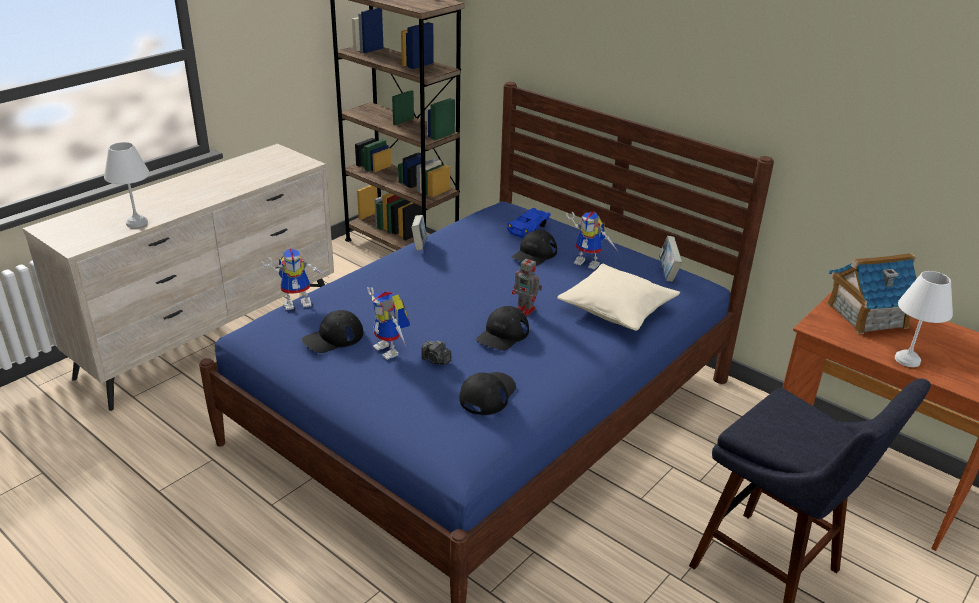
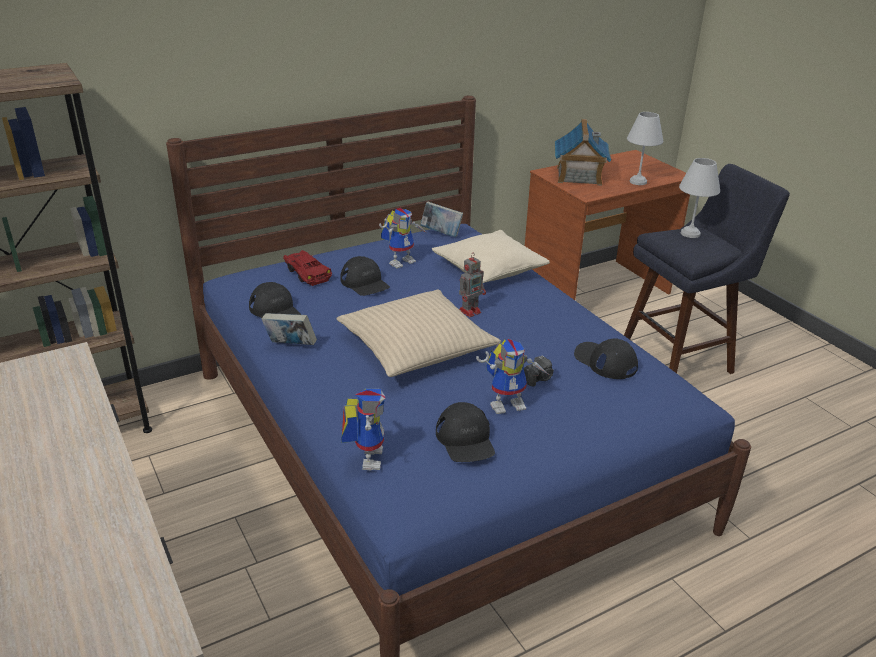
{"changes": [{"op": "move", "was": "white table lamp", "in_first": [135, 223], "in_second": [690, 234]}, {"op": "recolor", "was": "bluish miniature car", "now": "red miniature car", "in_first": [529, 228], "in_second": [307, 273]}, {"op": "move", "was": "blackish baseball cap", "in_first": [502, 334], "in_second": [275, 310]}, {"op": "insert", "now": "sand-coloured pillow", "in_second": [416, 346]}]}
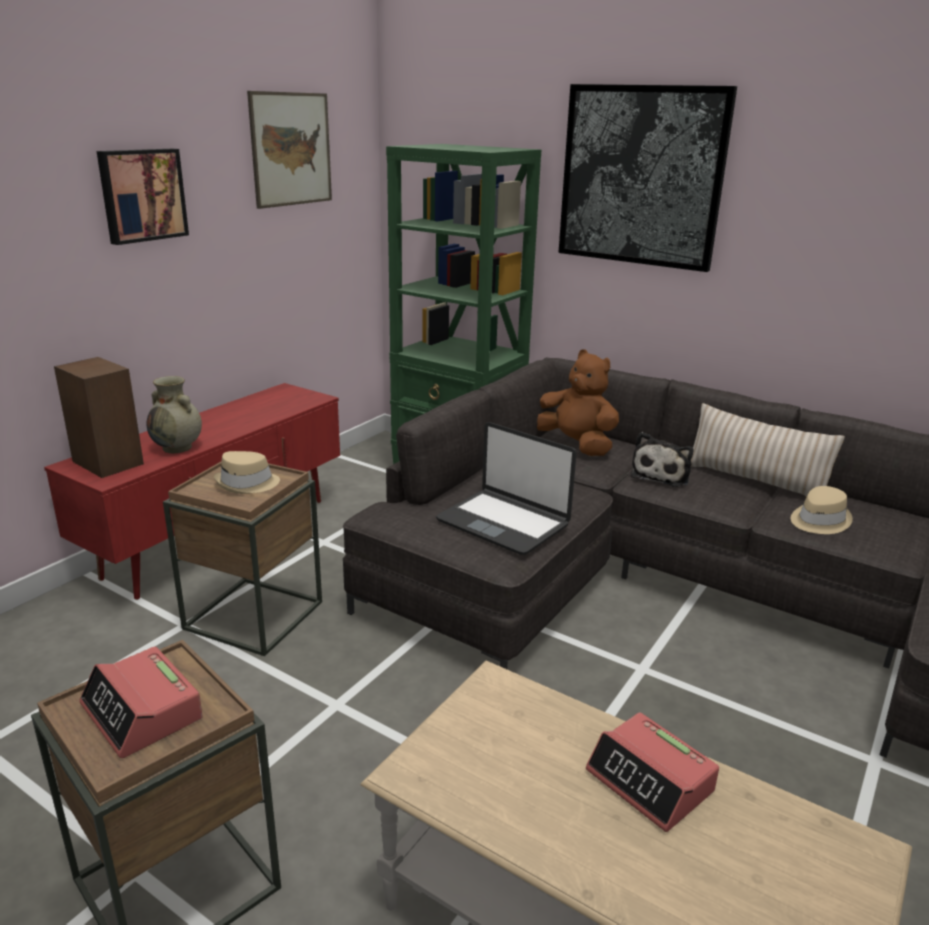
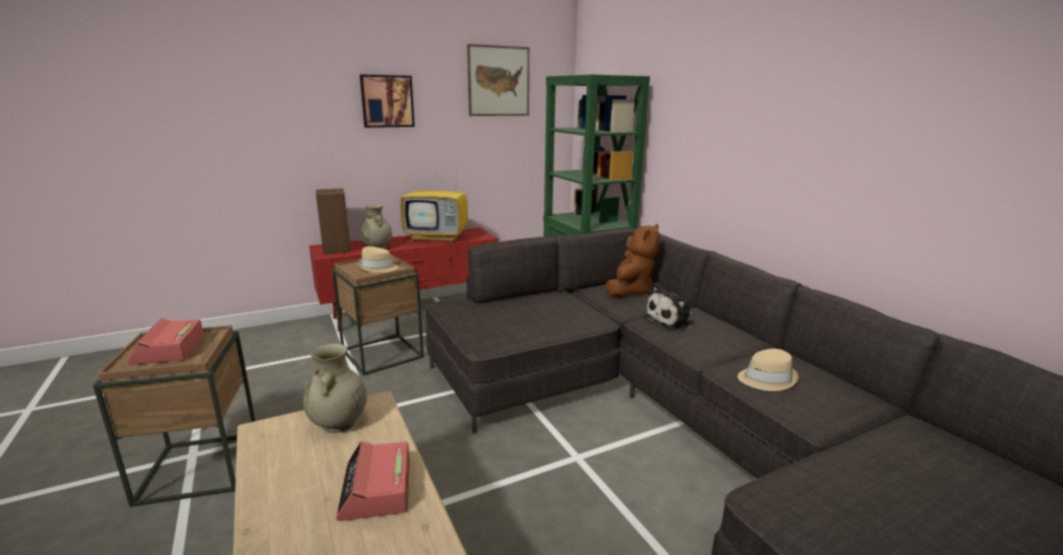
{"changes": [{"op": "delete", "was": "wall art", "in_first": [641, 176]}, {"op": "rotate", "was": "brown soft toy", "in_first": [574, 445], "in_second": [629, 291], "clockwise": 45}, {"op": "delete", "was": "sand-coloured pillow", "in_first": [755, 480]}, {"op": "delete", "was": "portable computer", "in_first": [504, 522]}, {"op": "insert", "now": "TV set", "in_second": [438, 238]}, {"op": "insert", "now": "sand-coloured decorative vase", "in_second": [338, 424]}]}
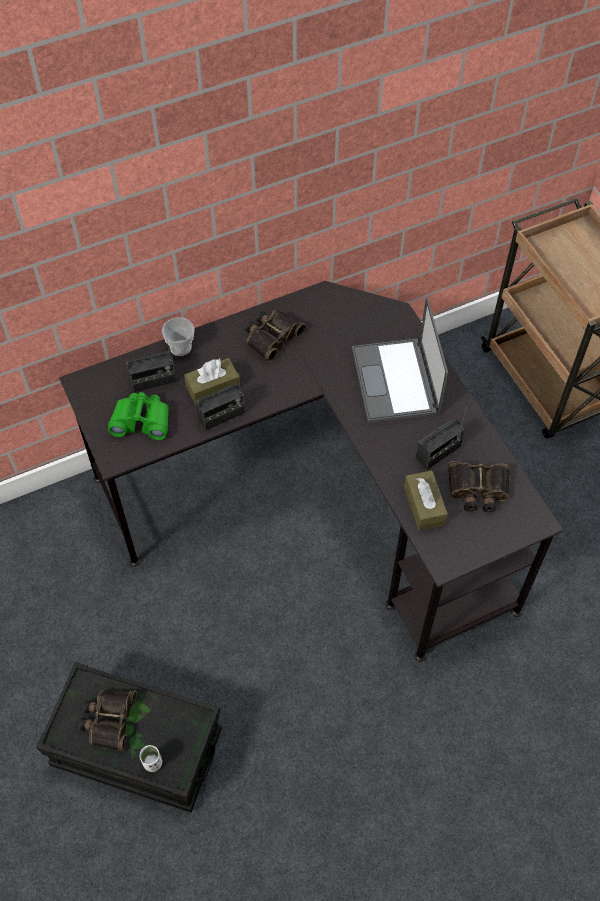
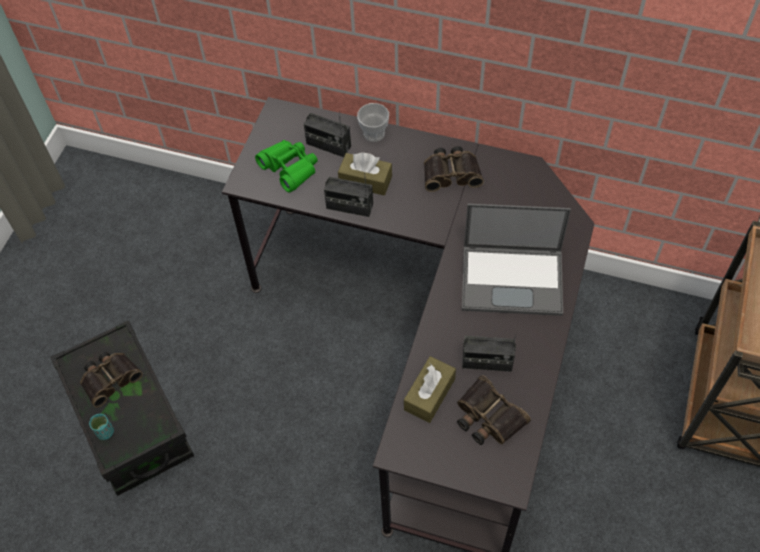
{"changes": [{"op": "rotate", "was": "portable computer", "in_first": [396, 382], "in_second": [513, 279], "clockwise": -120}, {"op": "recolor", "was": "white cup", "now": "turquoise cup", "in_first": [152, 762], "in_second": [105, 432]}]}
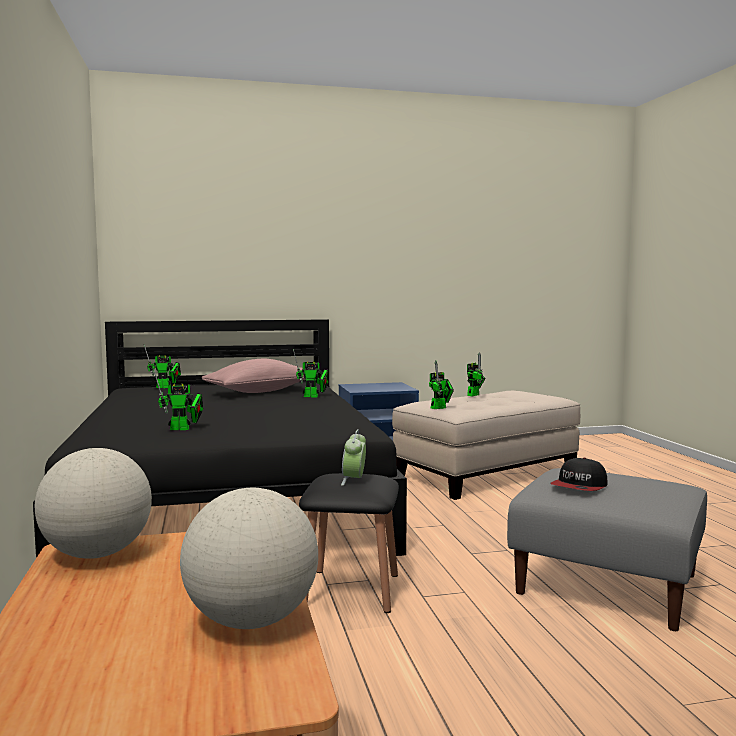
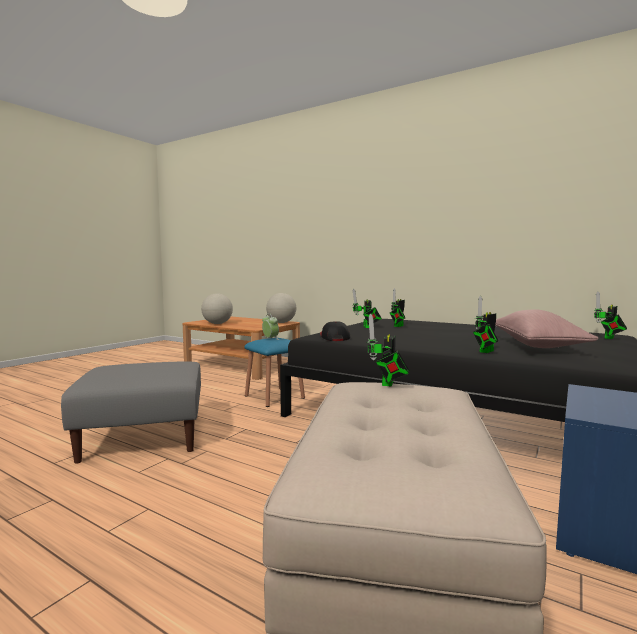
{"changes": [{"op": "move", "was": "robot figure", "in_first": [474, 395], "in_second": [367, 327]}, {"op": "move", "was": "baseball cap", "in_first": [580, 487], "in_second": [334, 337]}, {"op": "recolor", "was": "blackish stool seat", "now": "bluish stool seat", "in_first": [351, 590], "in_second": [274, 397]}]}
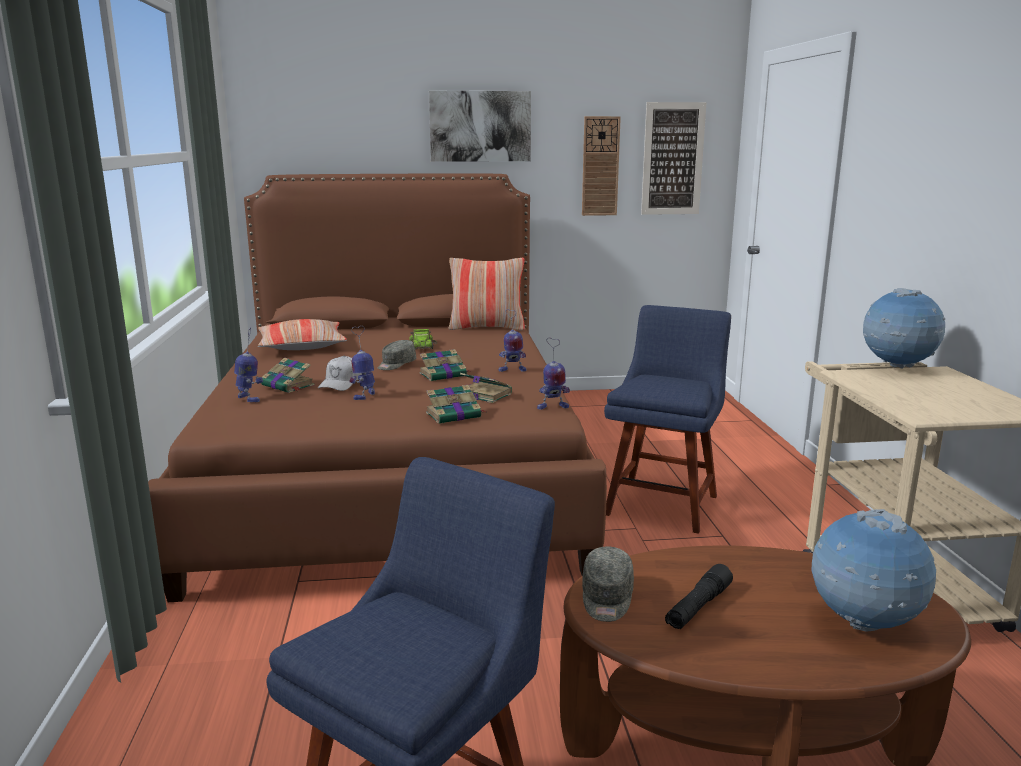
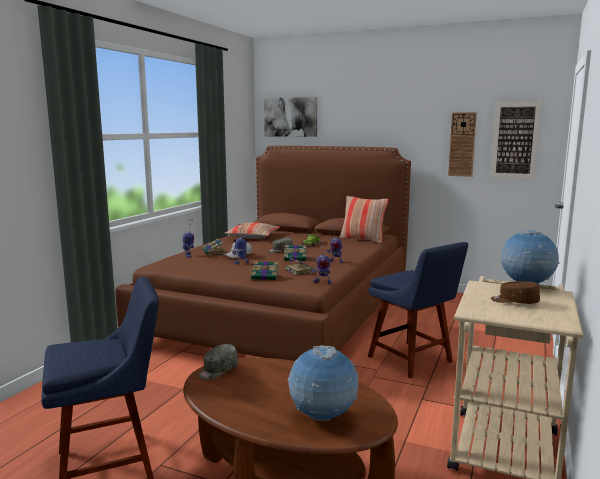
{"changes": [{"op": "move", "was": "wall art", "in_first": [480, 126], "in_second": [290, 117]}, {"op": "rotate", "was": "bluish upright chair", "in_first": [663, 502], "in_second": [413, 361], "clockwise": 90}, {"op": "delete", "was": "blackish hand torch", "in_first": [698, 607]}, {"op": "insert", "now": "brown baseball cap", "in_second": [514, 302]}]}
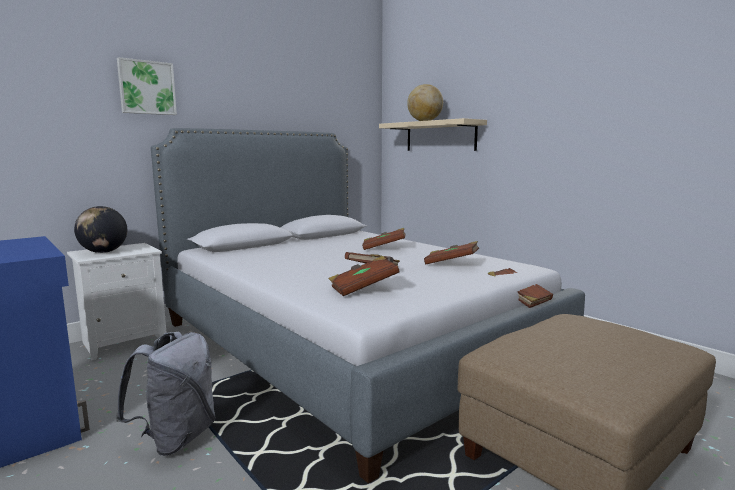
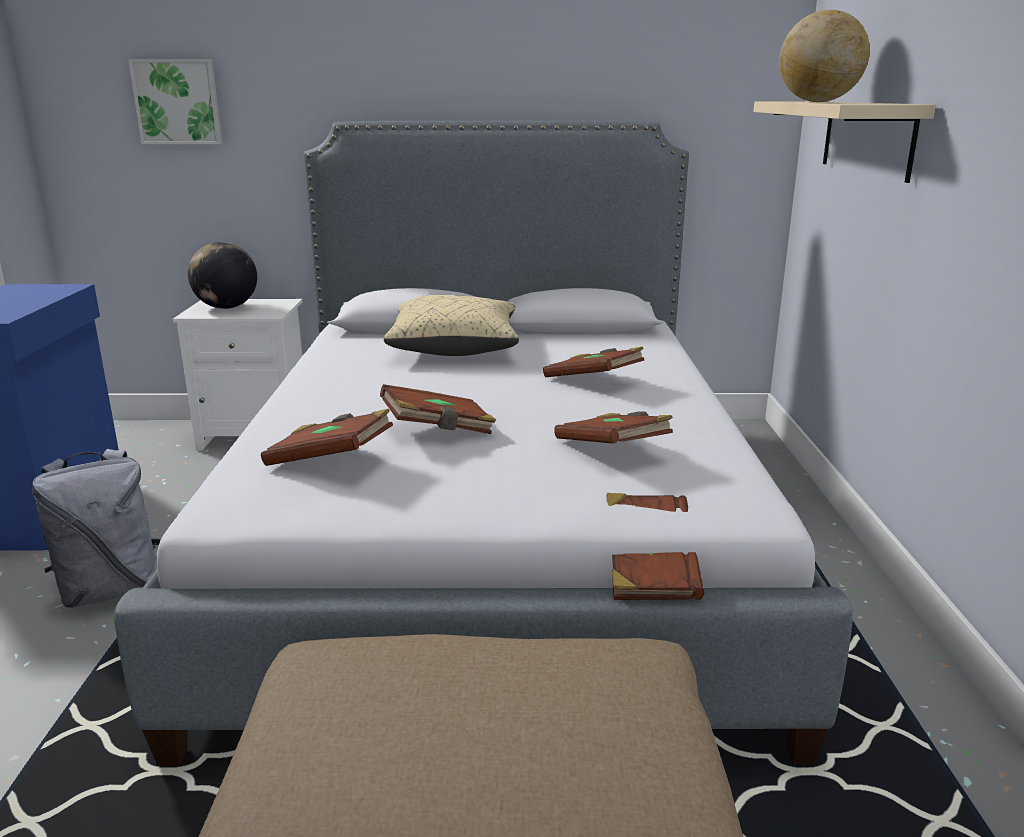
{"changes": [{"op": "move", "was": "wall art", "in_first": [147, 87], "in_second": [178, 102]}, {"op": "insert", "now": "sand-coloured pillow", "in_second": [454, 347]}]}
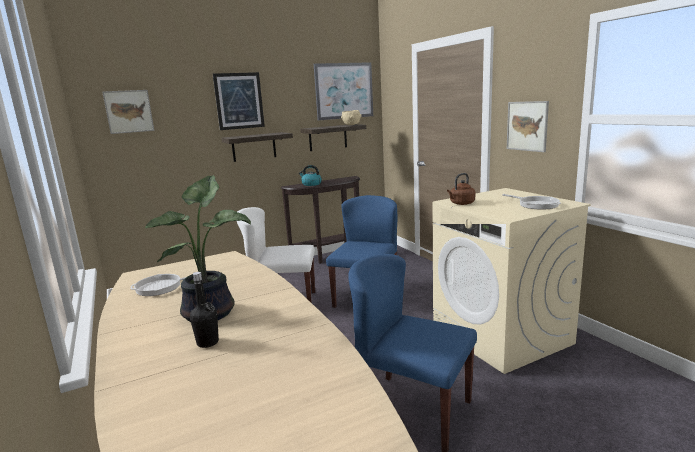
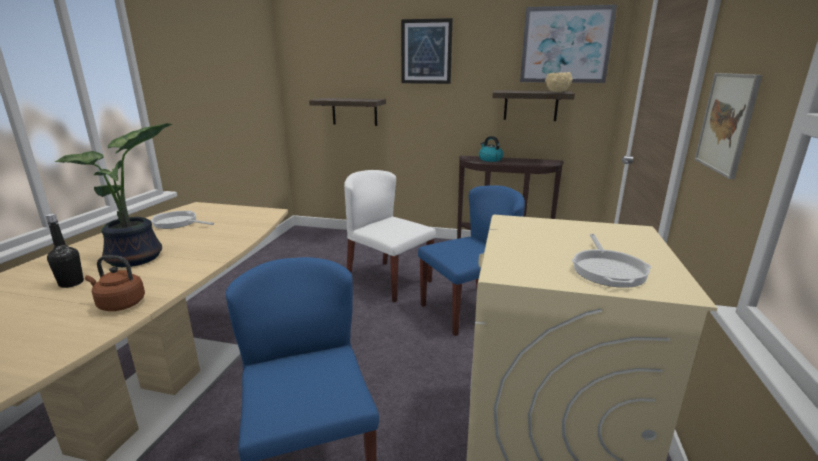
{"changes": [{"op": "delete", "was": "wall art", "in_first": [129, 111]}, {"op": "move", "was": "shelf", "in_first": [254, 147], "in_second": [354, 111]}, {"op": "move", "was": "brown tea kettle", "in_first": [461, 203], "in_second": [119, 304]}]}
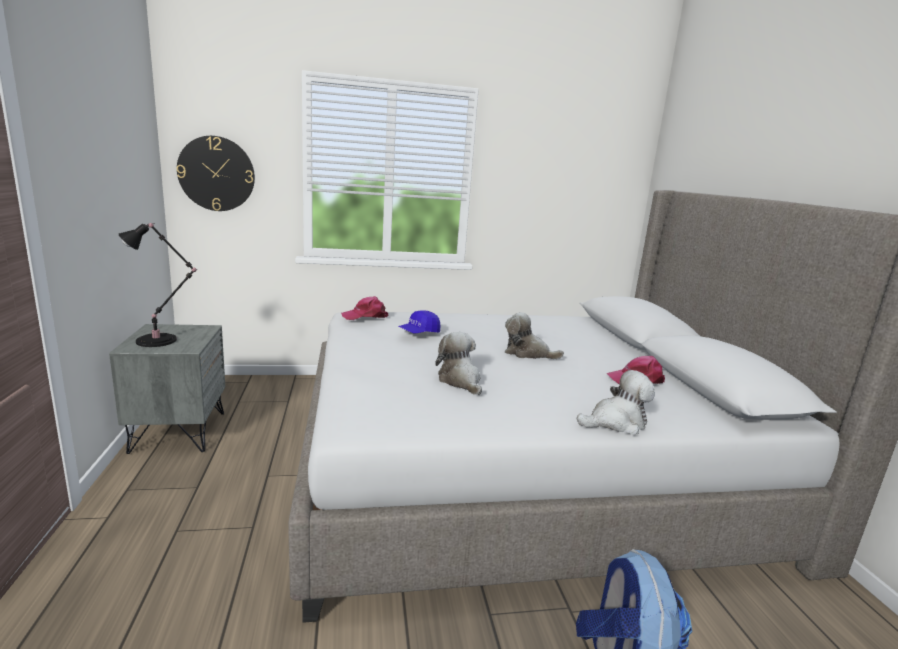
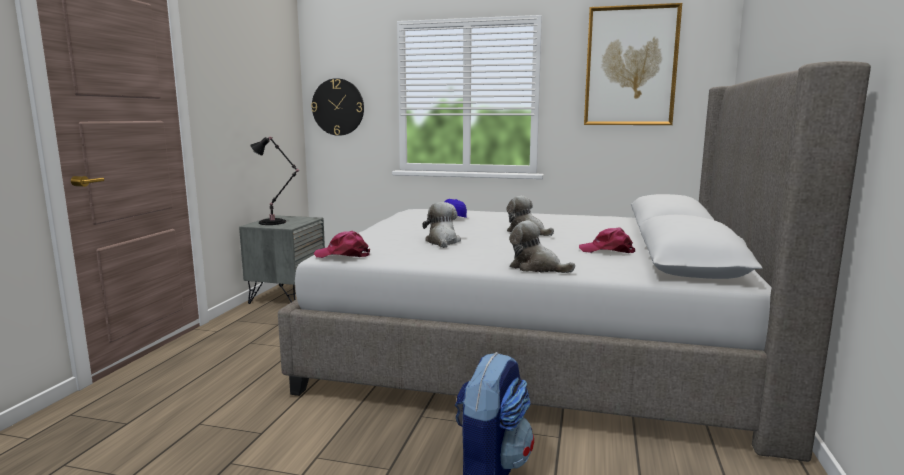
{"changes": [{"op": "move", "was": "pink-coloured baseball cap", "in_first": [365, 316], "in_second": [343, 255]}, {"op": "rotate", "was": "soft toy", "in_first": [616, 422], "in_second": [536, 268], "clockwise": -150}, {"op": "insert", "now": "wall art", "in_second": [630, 66]}]}
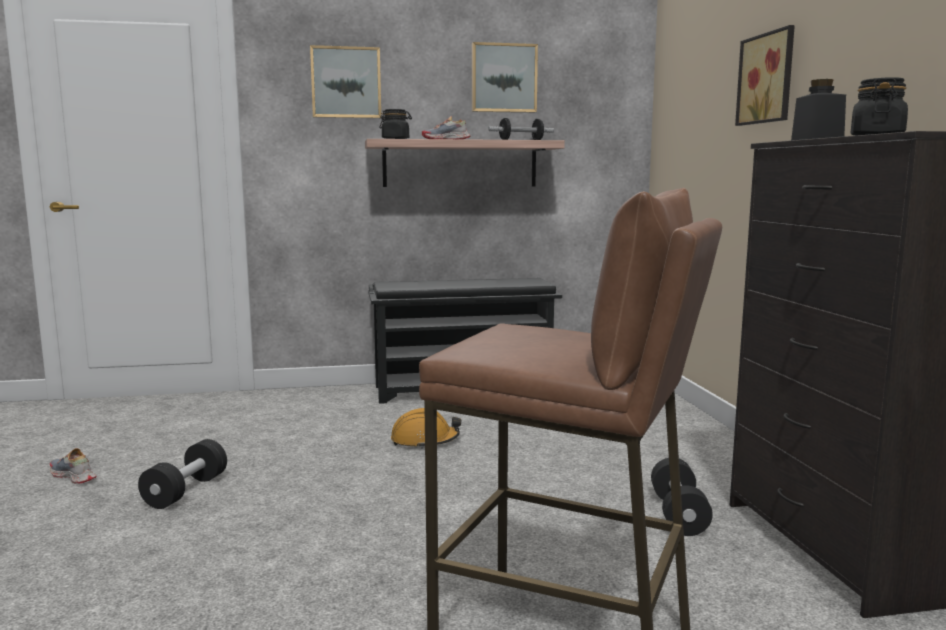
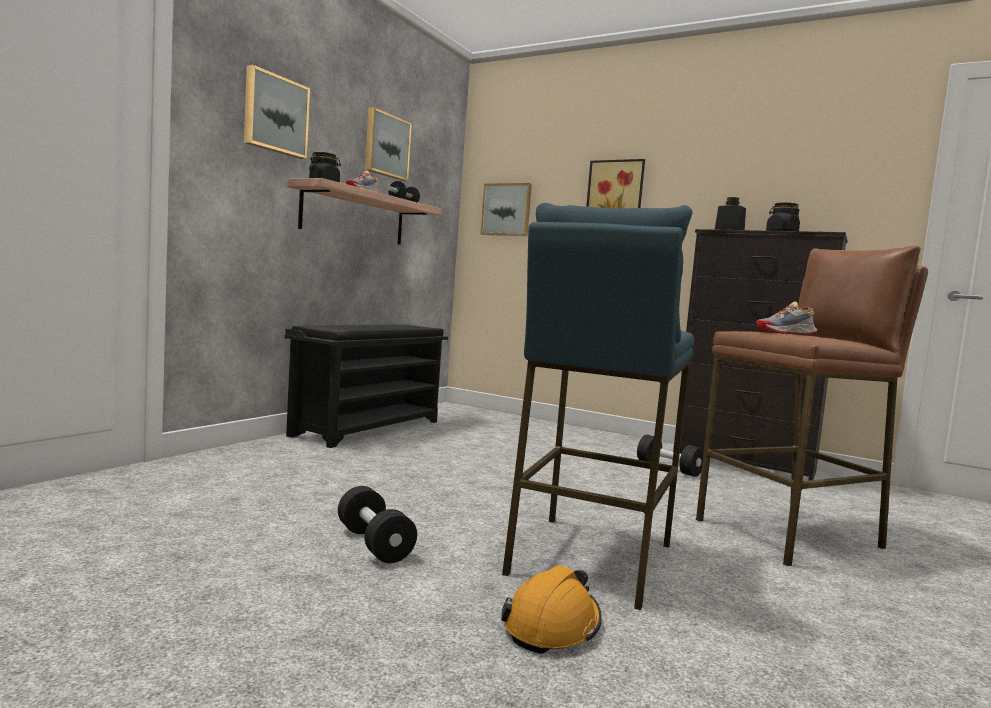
{"changes": [{"op": "move", "was": "orange hard hat", "in_first": [424, 441], "in_second": [552, 626]}, {"op": "move", "was": "low shoe", "in_first": [73, 476], "in_second": [786, 333]}, {"op": "insert", "now": "wall art", "in_second": [507, 210]}, {"op": "insert", "now": "bluish stool seat", "in_second": [588, 558]}]}
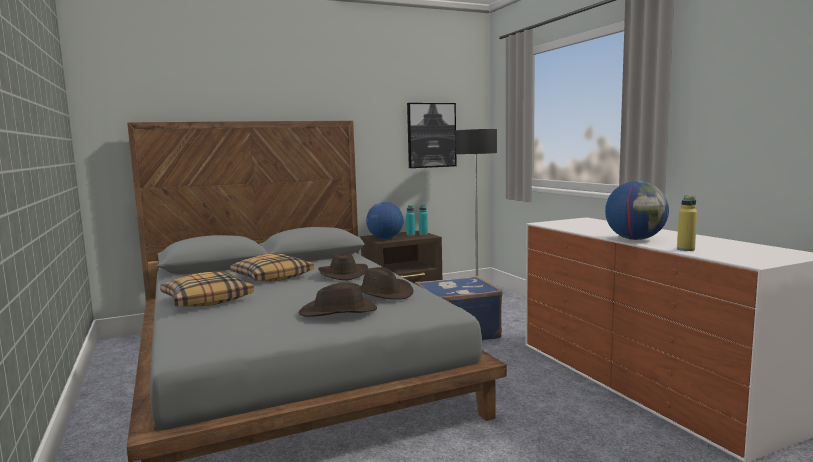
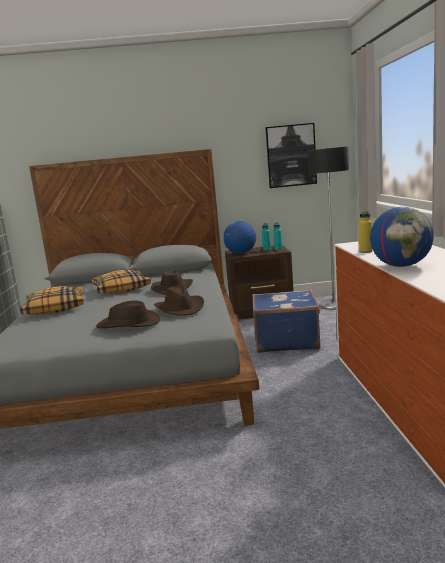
{"changes": [{"op": "move", "was": "yellow bottle", "in_first": [685, 249], "in_second": [365, 251]}]}
